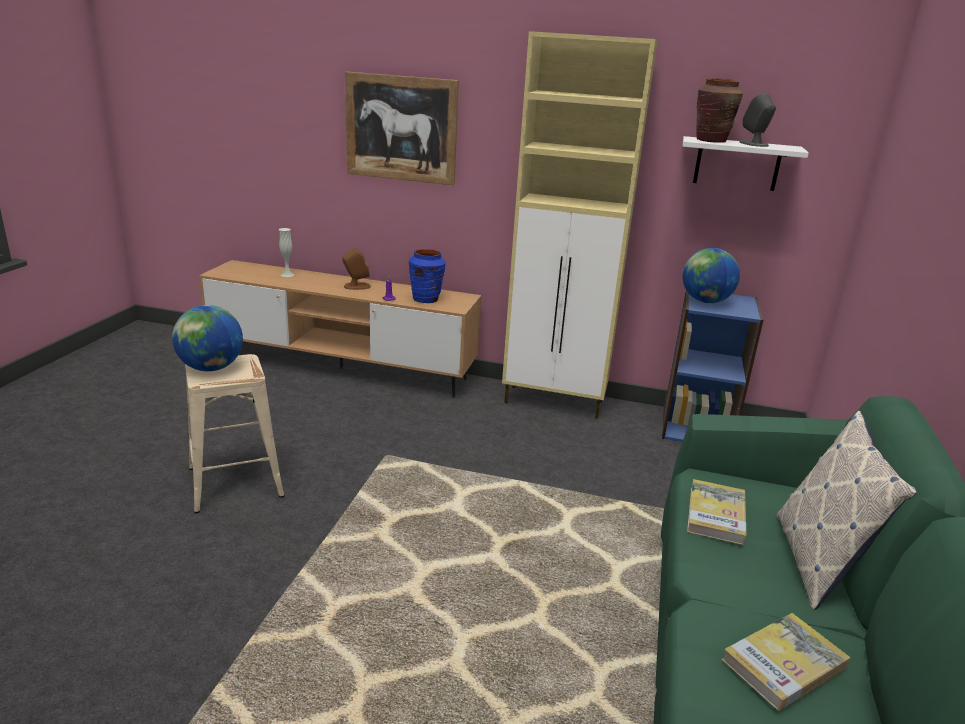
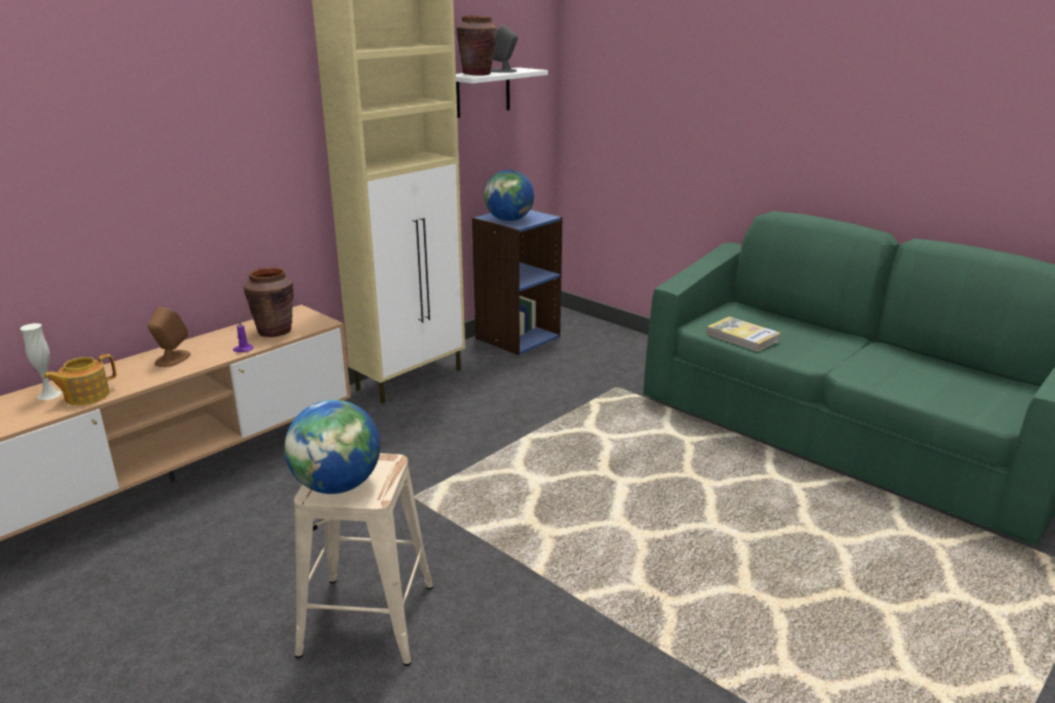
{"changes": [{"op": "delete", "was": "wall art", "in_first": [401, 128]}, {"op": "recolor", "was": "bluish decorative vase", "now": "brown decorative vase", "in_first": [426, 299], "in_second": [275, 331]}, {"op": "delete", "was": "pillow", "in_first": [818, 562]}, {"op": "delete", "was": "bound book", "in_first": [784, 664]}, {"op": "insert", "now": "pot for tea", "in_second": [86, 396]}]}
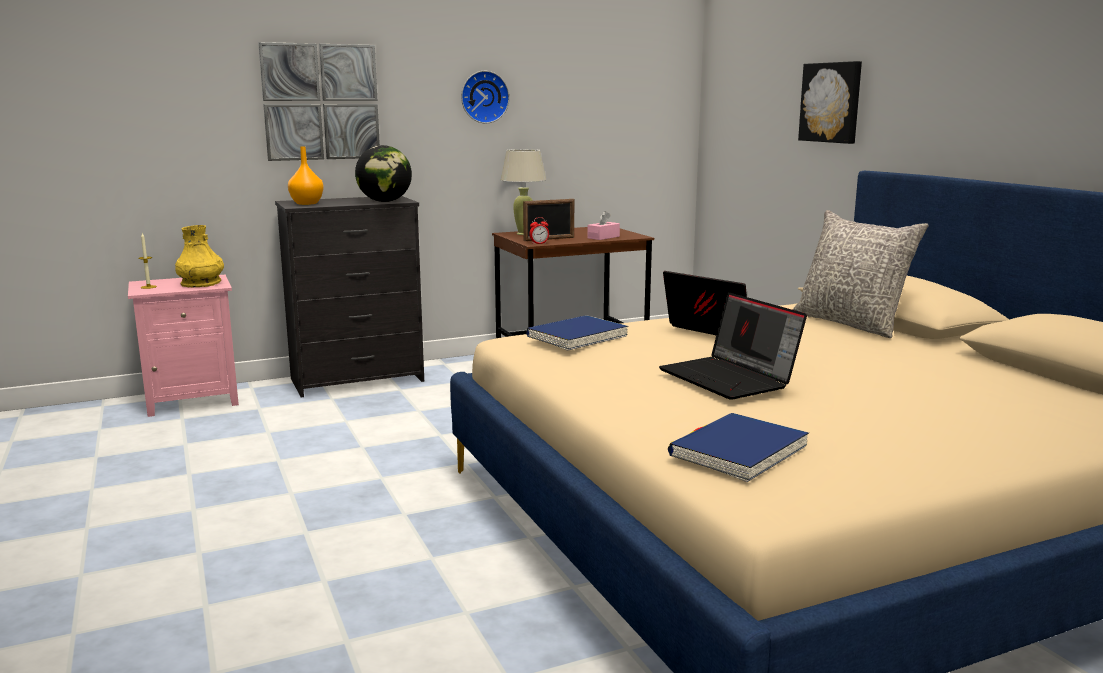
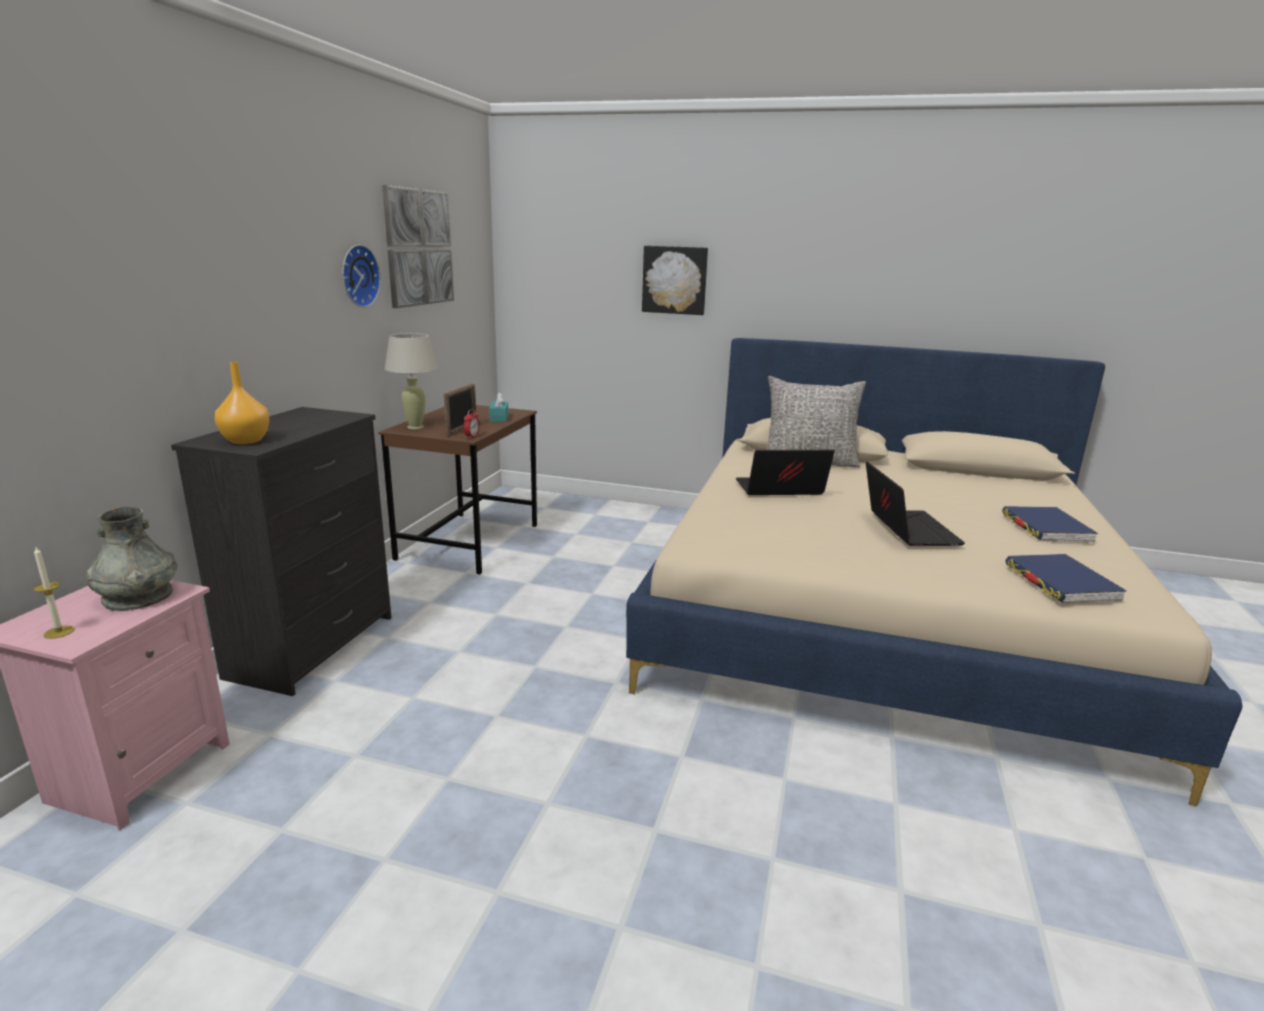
{"changes": [{"op": "move", "was": "wall art", "in_first": [321, 102], "in_second": [419, 247]}, {"op": "delete", "was": "world globe", "in_first": [385, 201]}, {"op": "recolor", "was": "pink-coloured box of tissues", "now": "turquoise box of tissues", "in_first": [603, 237], "in_second": [499, 418]}, {"op": "recolor", "was": "yellow decorative vase", "now": "gray decorative vase", "in_first": [201, 283], "in_second": [138, 596]}, {"op": "rotate", "was": "portable computer", "in_first": [730, 378], "in_second": [906, 529], "clockwise": -105}, {"op": "move", "was": "bluish bound book", "in_first": [577, 337], "in_second": [1046, 528]}]}
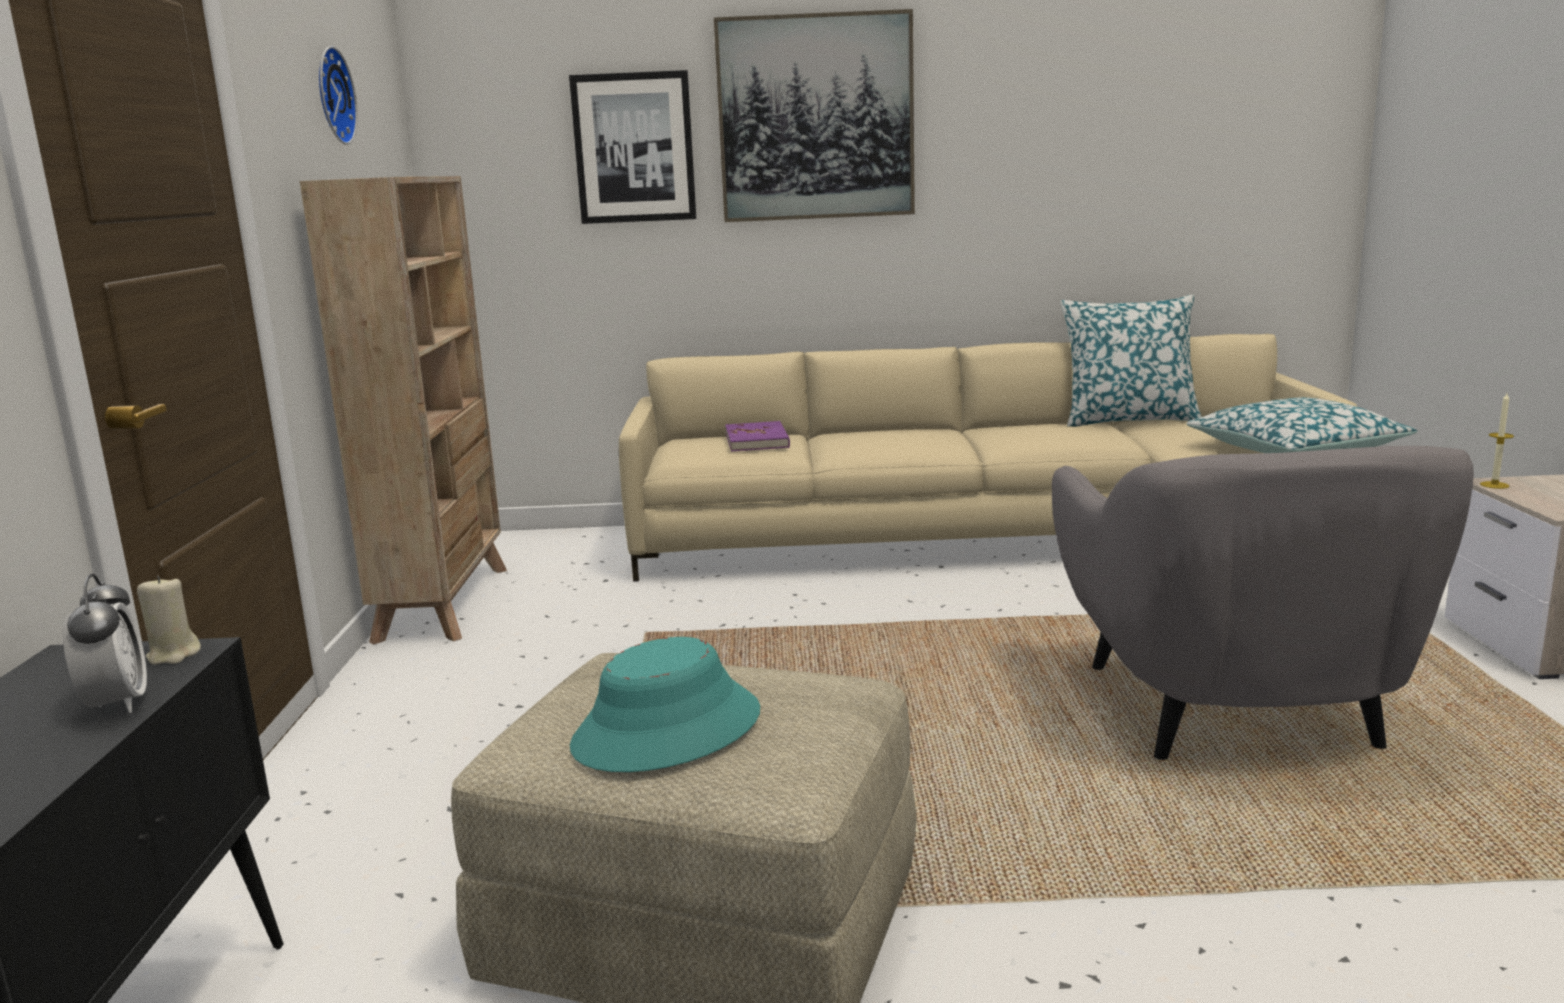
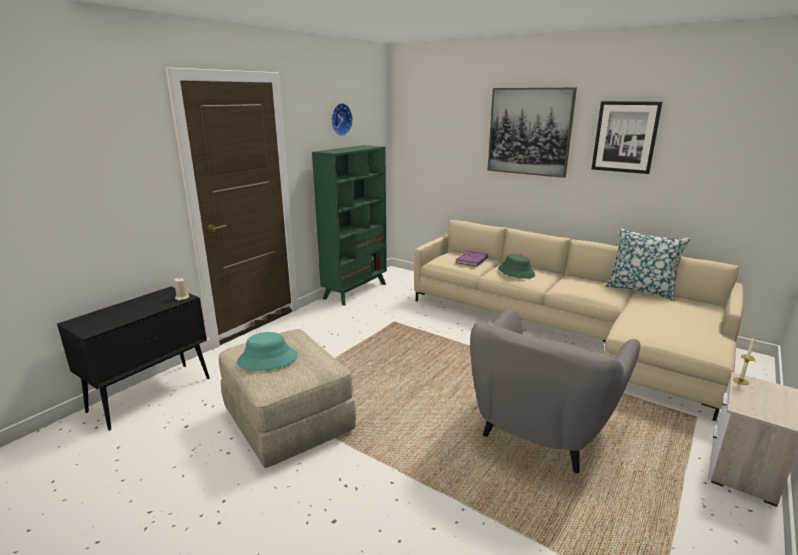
{"changes": [{"op": "move", "was": "wall art", "in_first": [634, 148], "in_second": [625, 137]}, {"op": "recolor", "was": "sand-coloured bookshelf", "now": "greenish bookshelf", "in_first": [444, 603], "in_second": [356, 291]}, {"op": "delete", "was": "pillow", "in_first": [1295, 450]}, {"op": "delete", "was": "alarm clock", "in_first": [117, 704]}, {"op": "insert", "now": "greenish hat", "in_second": [516, 272]}]}
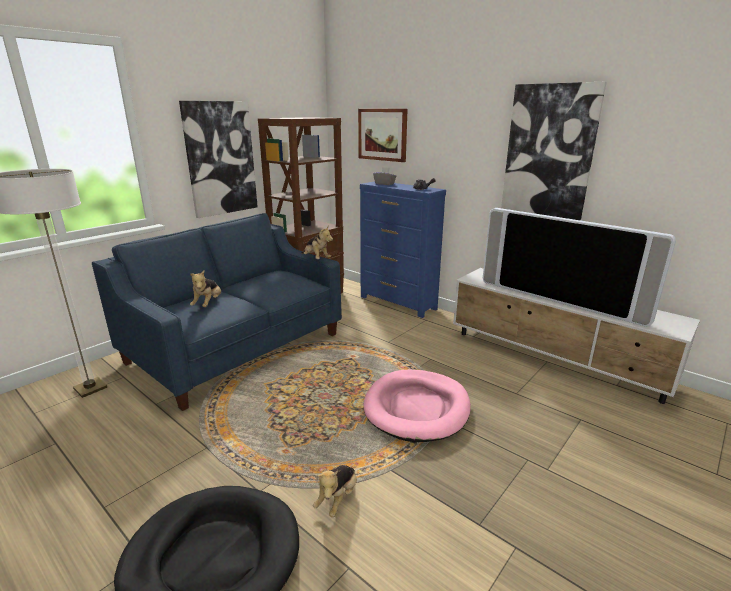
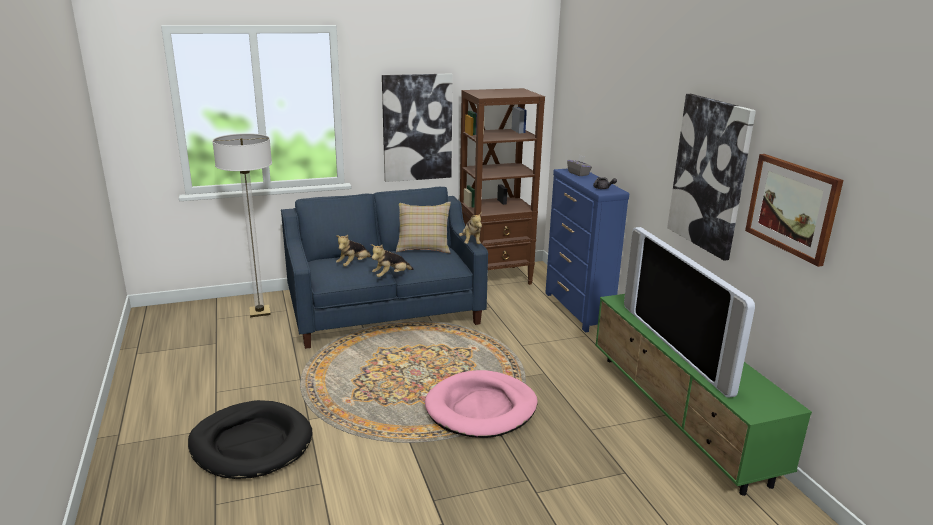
{"changes": [{"op": "move", "was": "wall art", "in_first": [382, 134], "in_second": [792, 207]}, {"op": "recolor", "was": "white media console", "now": "greenish media console", "in_first": [555, 359], "in_second": [678, 416]}, {"op": "move", "was": "soft toy", "in_first": [337, 499], "in_second": [391, 276]}, {"op": "insert", "now": "sand-coloured pillow", "in_second": [423, 248]}]}
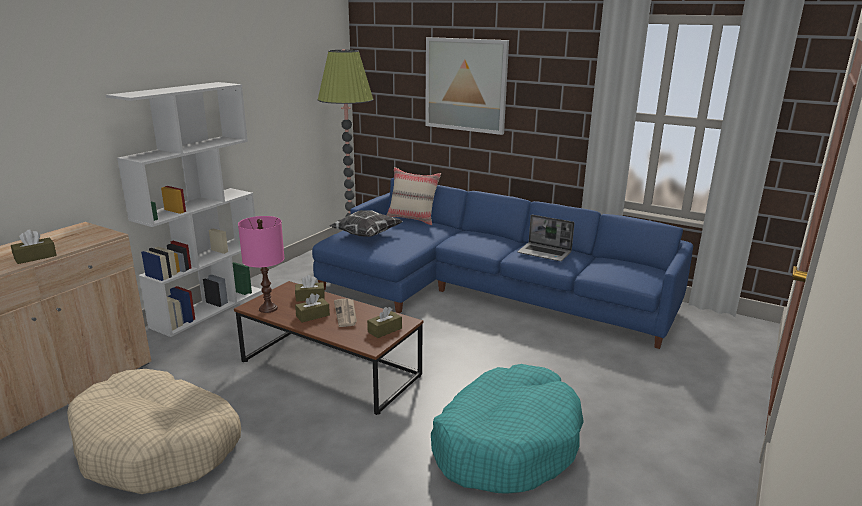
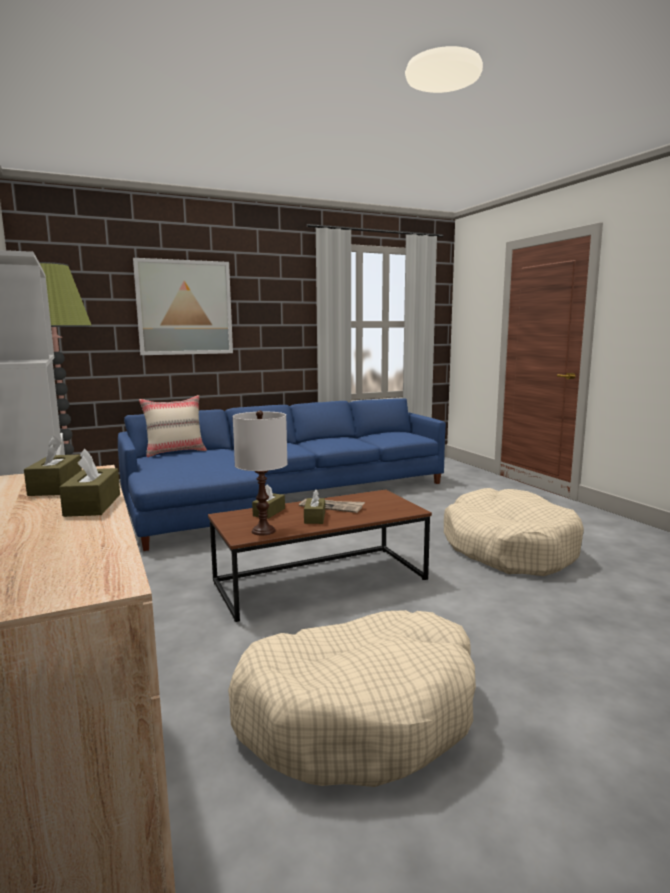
{"changes": [{"op": "delete", "was": "pillow", "in_first": [366, 235]}, {"op": "delete", "was": "portable computer", "in_first": [545, 253]}, {"op": "recolor", "was": "pink-coloured table lamp", "now": "white table lamp", "in_first": [268, 308], "in_second": [263, 531]}, {"op": "move", "was": "brown box of tissues", "in_first": [384, 330], "in_second": [56, 487]}, {"op": "recolor", "was": "turquoise dog bed", "now": "sand-coloured dog bed", "in_first": [506, 443], "in_second": [508, 548]}]}
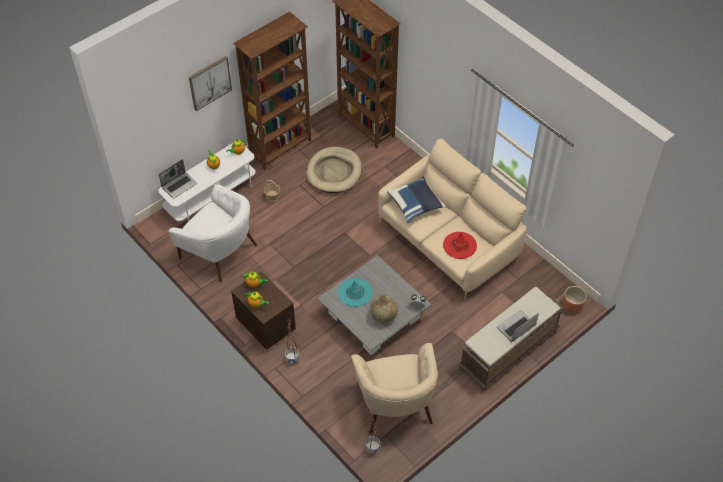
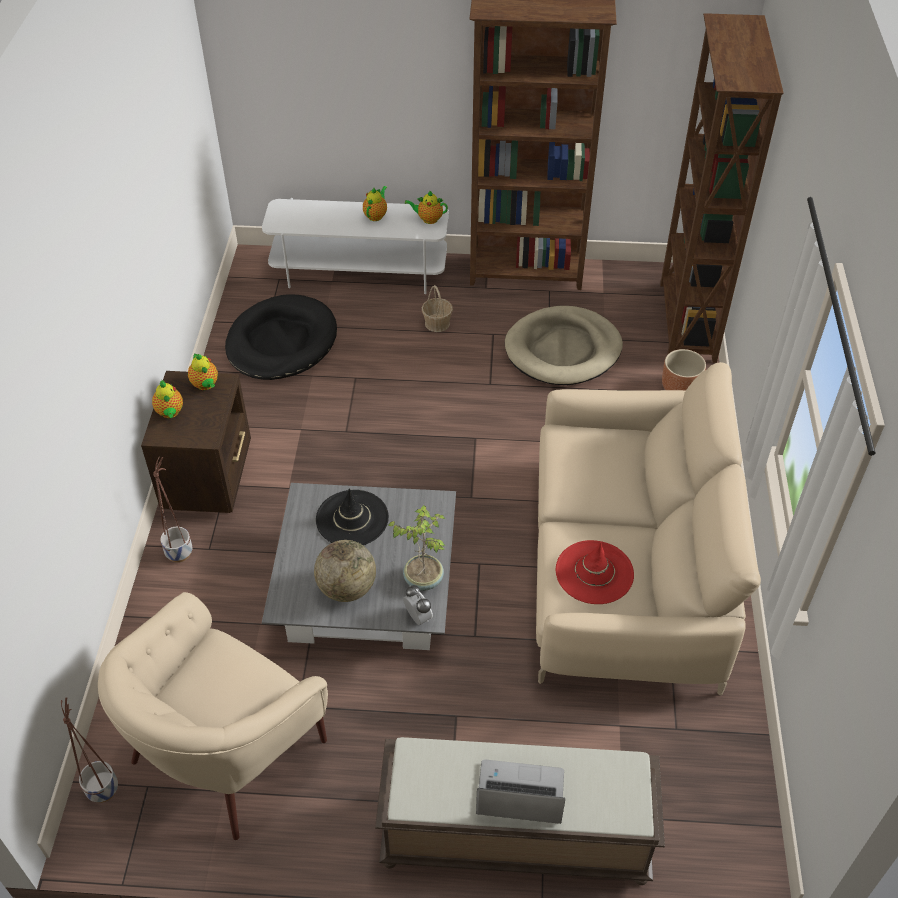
{"changes": [{"op": "delete", "was": "wall art", "in_first": [209, 82]}, {"op": "delete", "was": "portable computer", "in_first": [179, 185]}, {"op": "delete", "was": "bluish pillow", "in_first": [415, 205]}, {"op": "replace", "was": "white easy chair", "now": "blackish dog bed", "in_first": [219, 251], "in_second": [281, 342]}, {"op": "recolor", "was": "turquoise hat", "now": "blackish hat", "in_first": [355, 292], "in_second": [352, 519]}, {"op": "move", "was": "brown planter", "in_first": [572, 306], "in_second": [680, 389]}, {"op": "insert", "now": "plant in a pot", "in_second": [423, 579]}]}
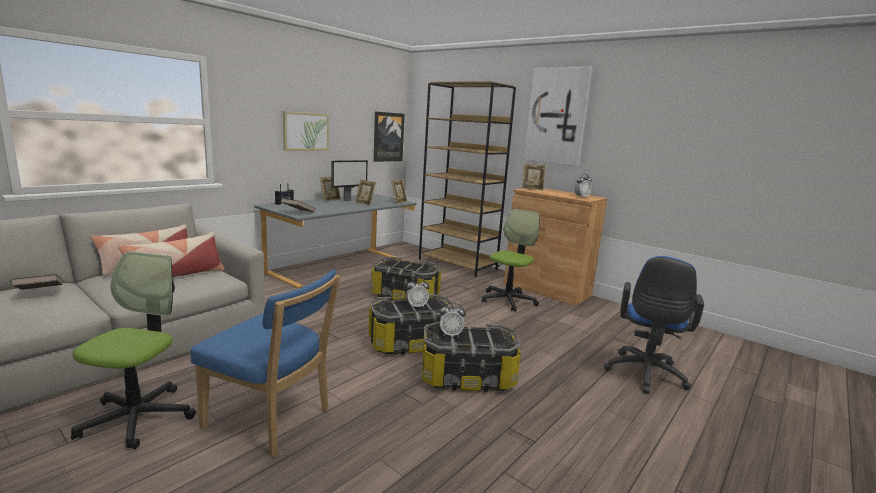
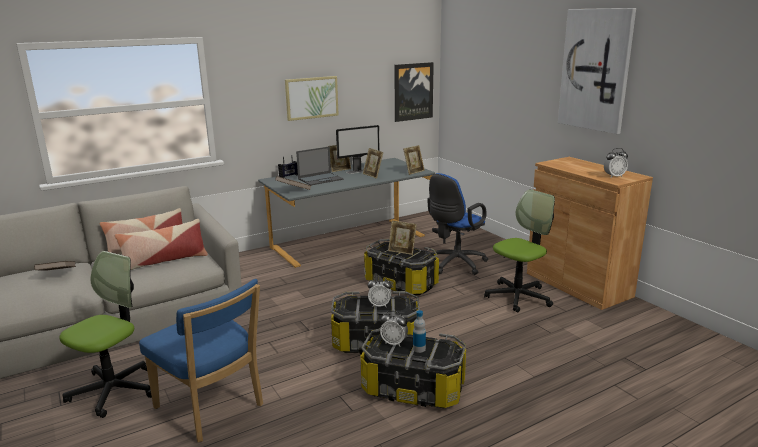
{"changes": [{"op": "delete", "was": "brown bookshelf", "in_first": [458, 264]}, {"op": "move", "was": "photo frame", "in_first": [532, 189], "in_second": [402, 251]}, {"op": "move", "was": "bluish computer chair", "in_first": [644, 375], "in_second": [454, 265]}, {"op": "insert", "now": "portable computer", "in_second": [321, 179]}, {"op": "insert", "now": "bottle", "in_second": [419, 349]}]}
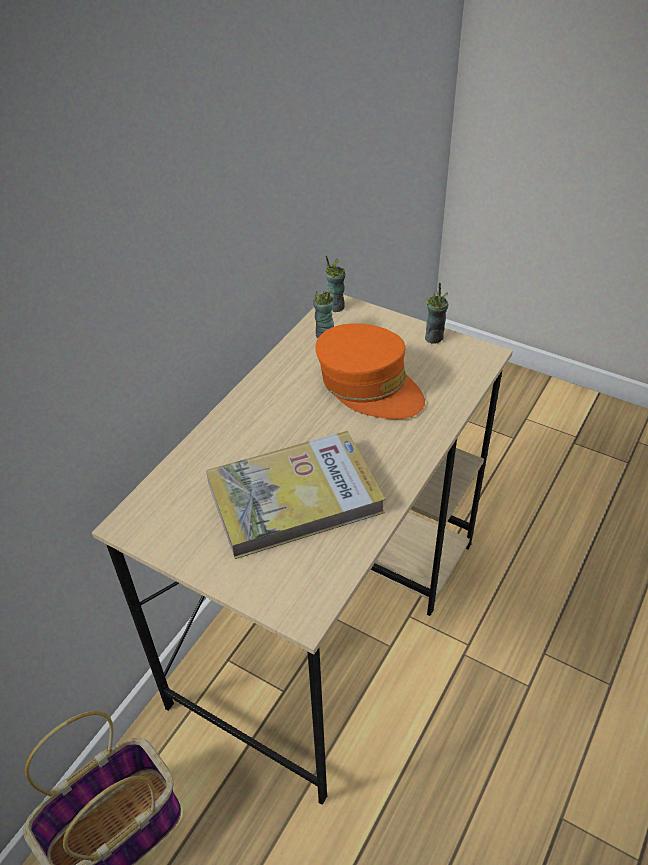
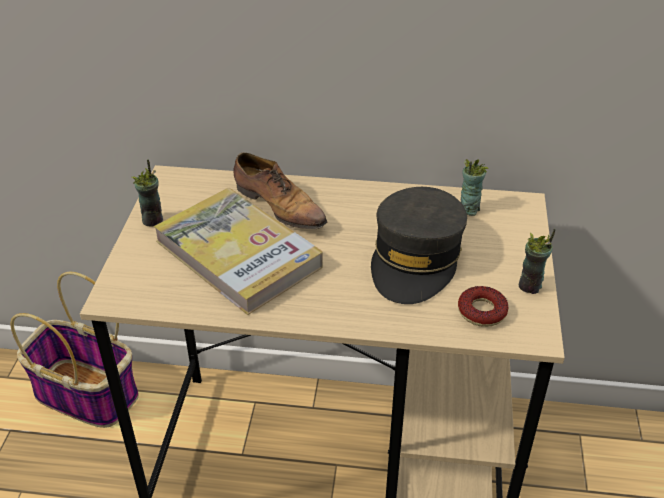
{"changes": [{"op": "move", "was": "cup", "in_first": [335, 306], "in_second": [153, 220]}, {"op": "recolor", "was": "orange baseball cap", "now": "gray baseball cap", "in_first": [369, 385], "in_second": [416, 259]}, {"op": "insert", "now": "low shoe", "in_second": [279, 206]}, {"op": "insert", "now": "ring doughnut", "in_second": [482, 311]}]}
